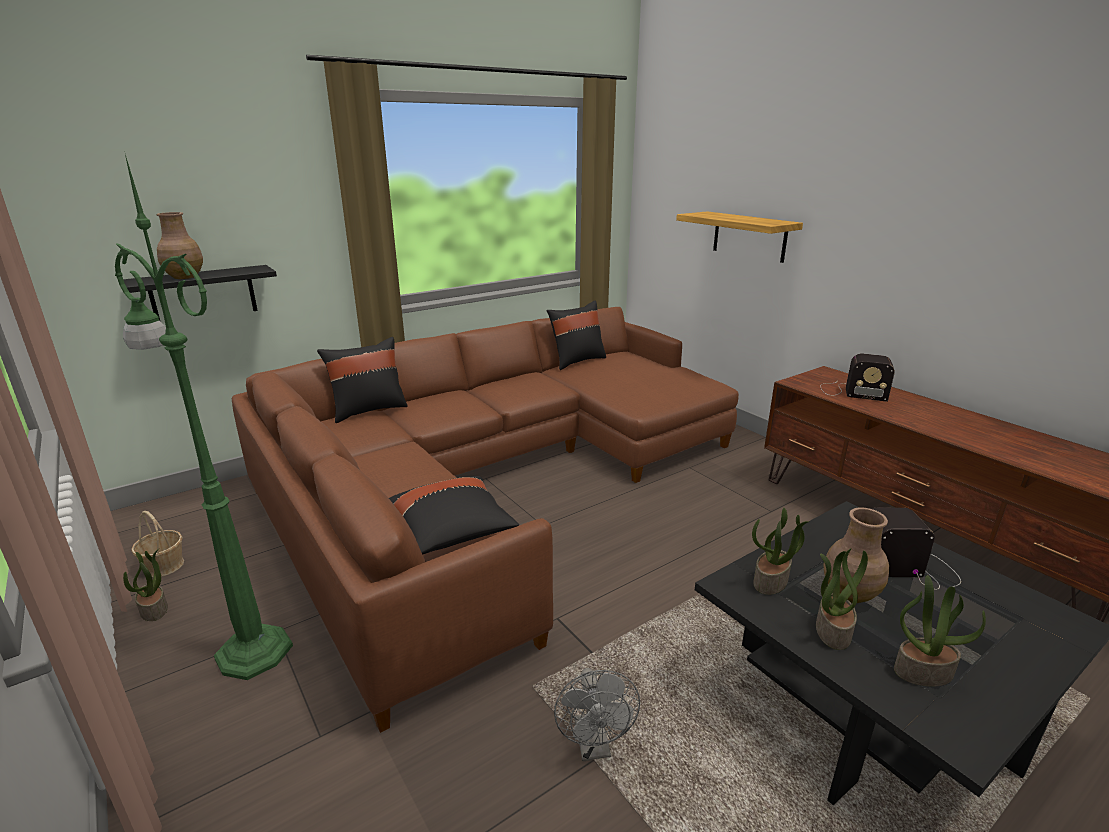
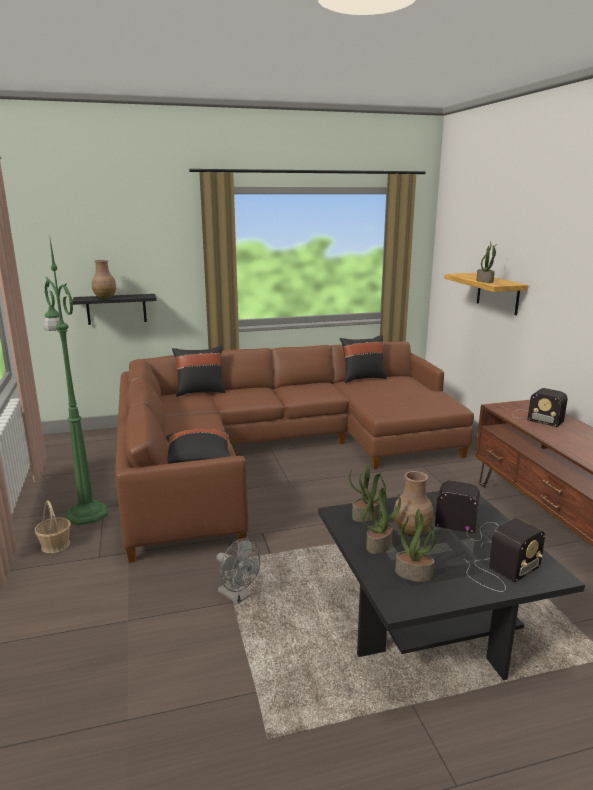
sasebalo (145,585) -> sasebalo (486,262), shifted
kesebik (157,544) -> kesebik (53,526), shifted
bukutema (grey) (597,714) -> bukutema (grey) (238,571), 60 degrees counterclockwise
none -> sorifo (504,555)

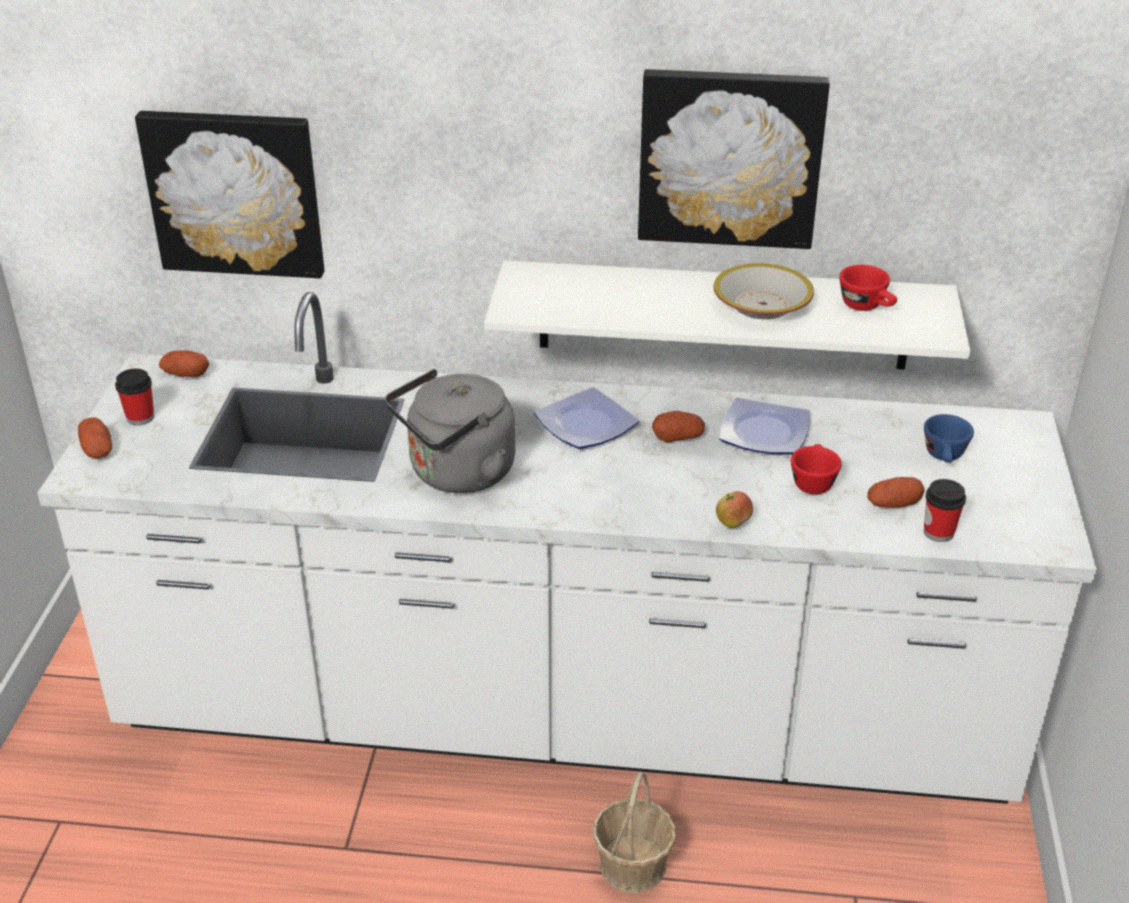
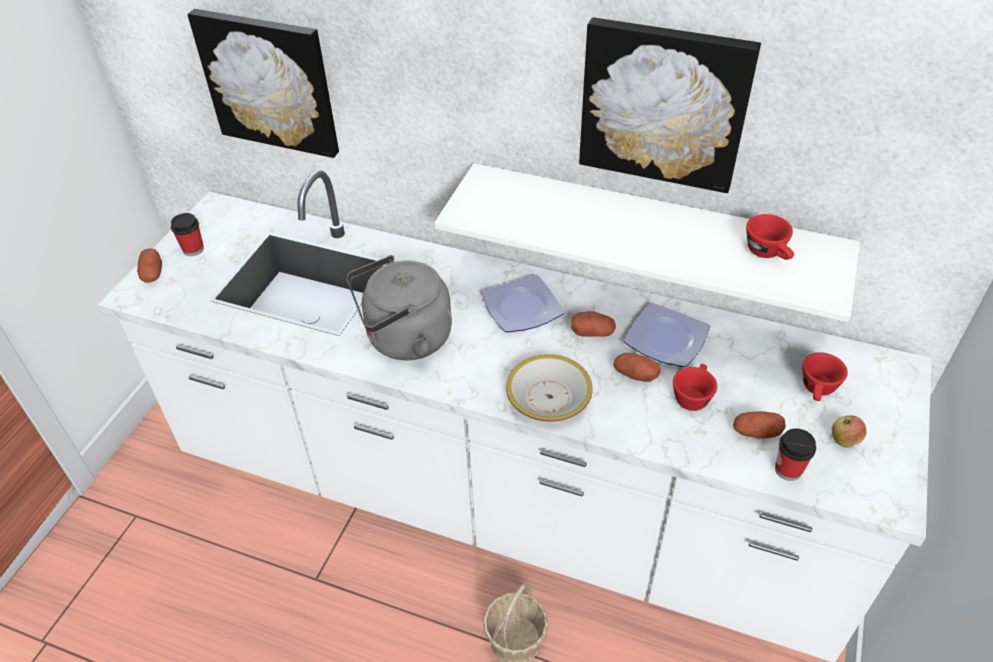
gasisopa (184,363) -> gasisopa (637,367), shifted
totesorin (763,291) -> totesorin (549,388), shifted
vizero (734,509) -> vizero (849,431), shifted
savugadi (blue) (949,438) -> savugadi (red) (825,376)

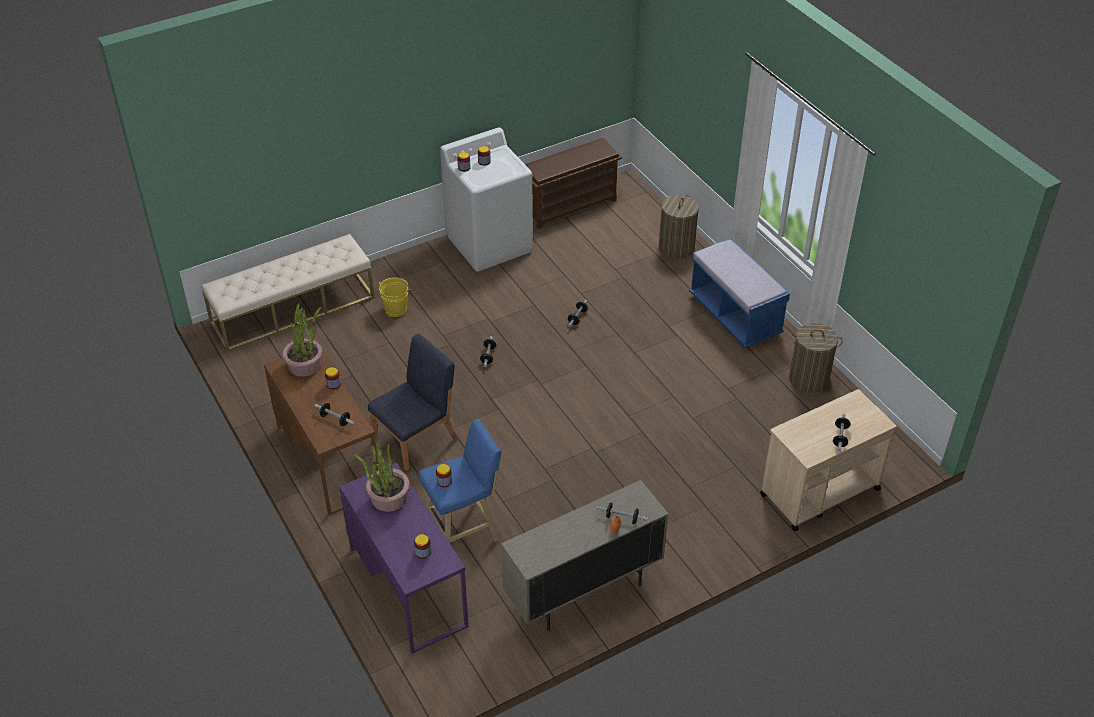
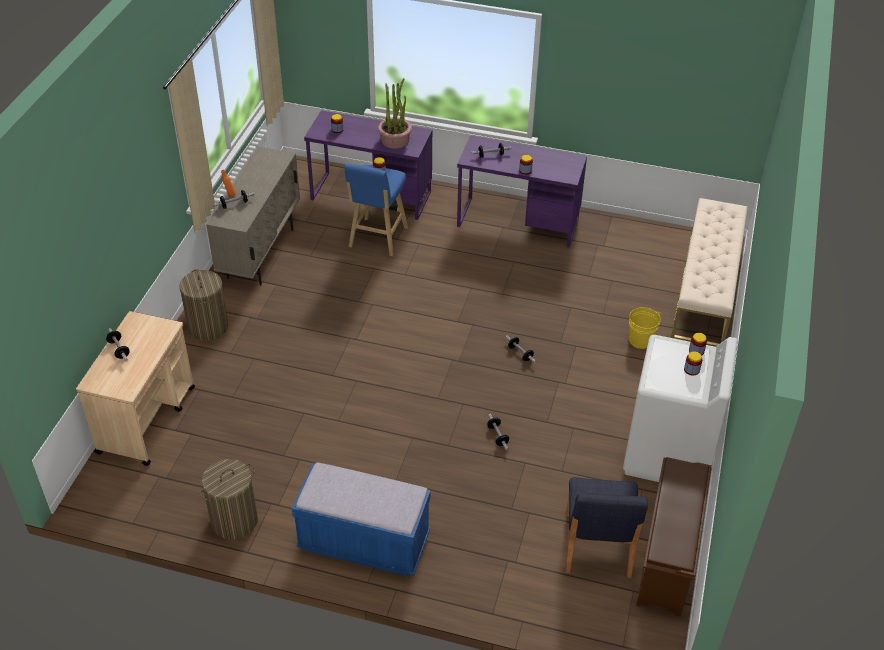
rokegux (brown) (321,433) -> rokegux (purple) (522,191)
sasebalo (302,340) -> none
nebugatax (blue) (413,402) -> nebugatax (blue) (607,527), shifted
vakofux (679,227) -> vakofux (203,305), shifted

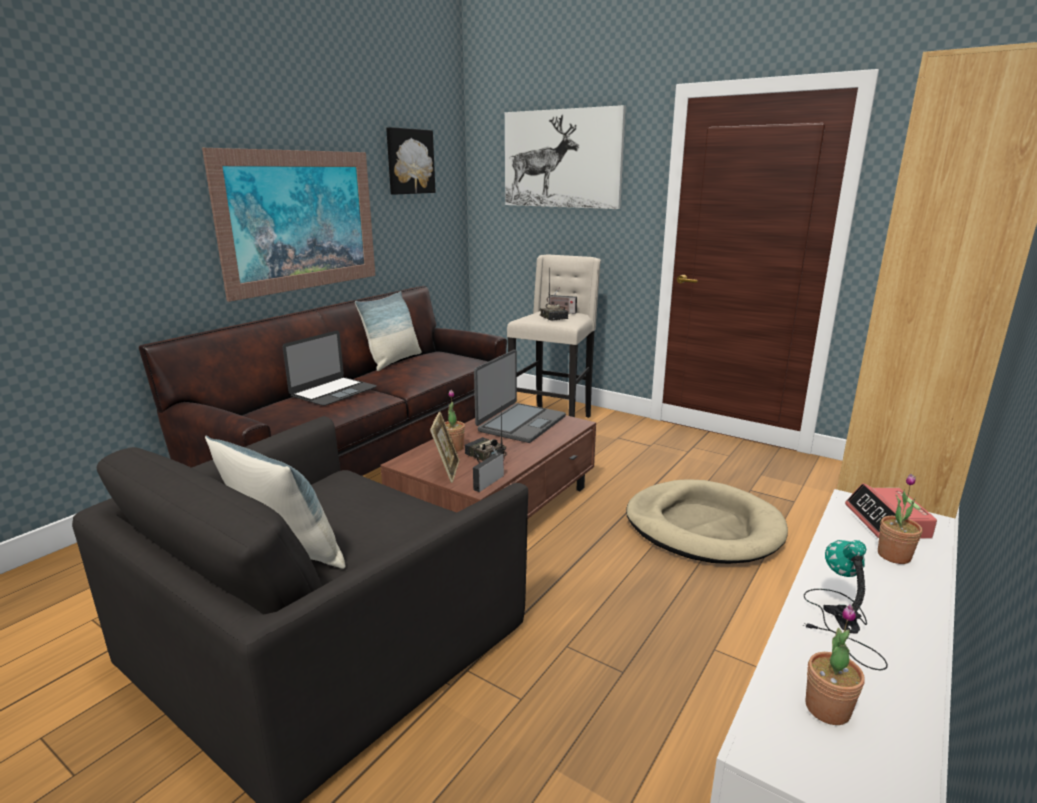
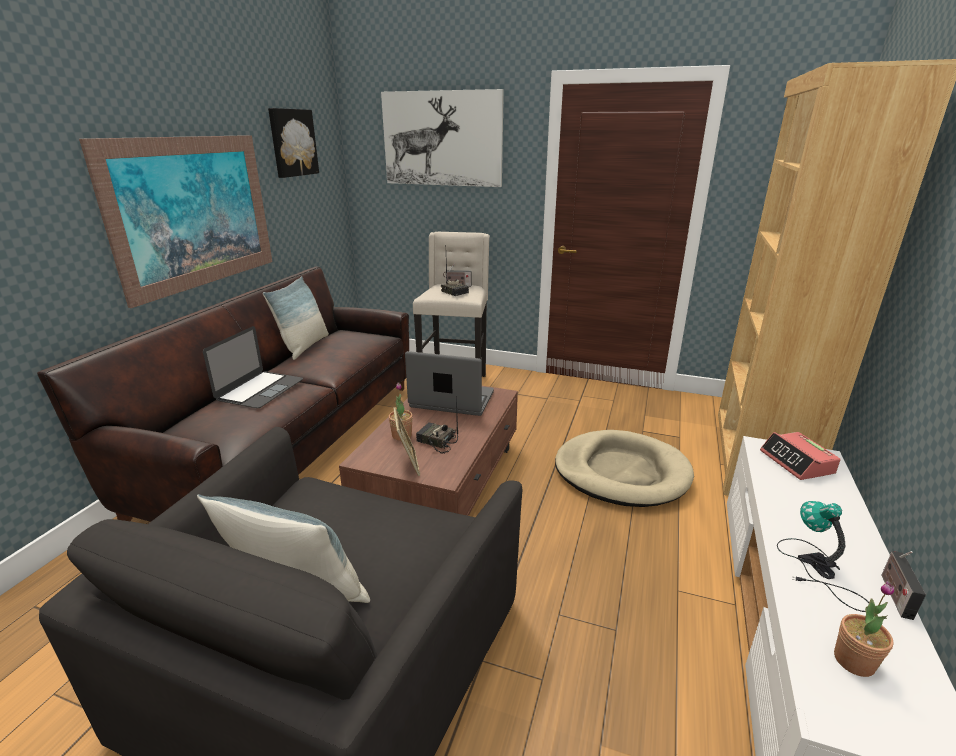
sorifo (488,469) -> sorifo (904,585), shifted
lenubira (520,396) -> lenubira (449,383), 90 degrees counterclockwise
sasebalo (900,519) -> none

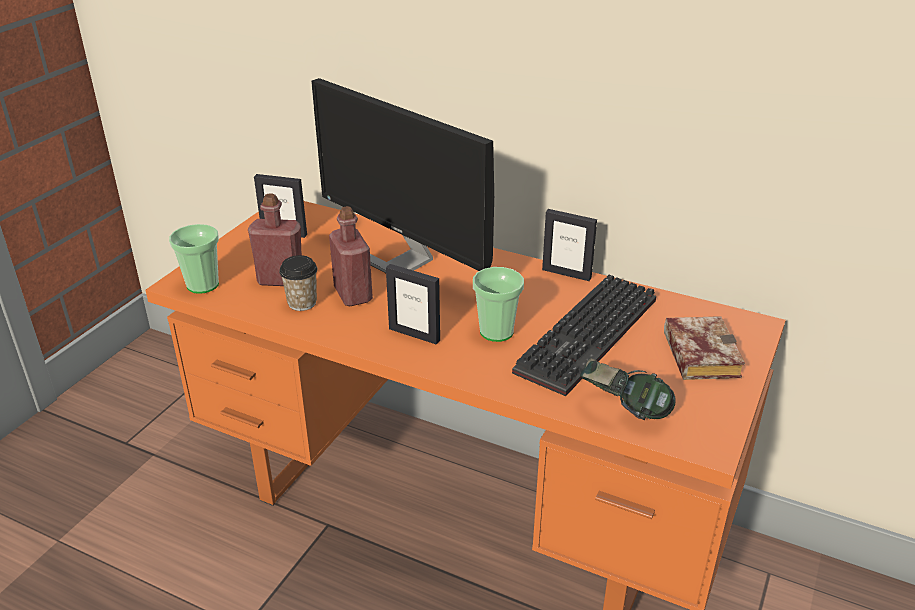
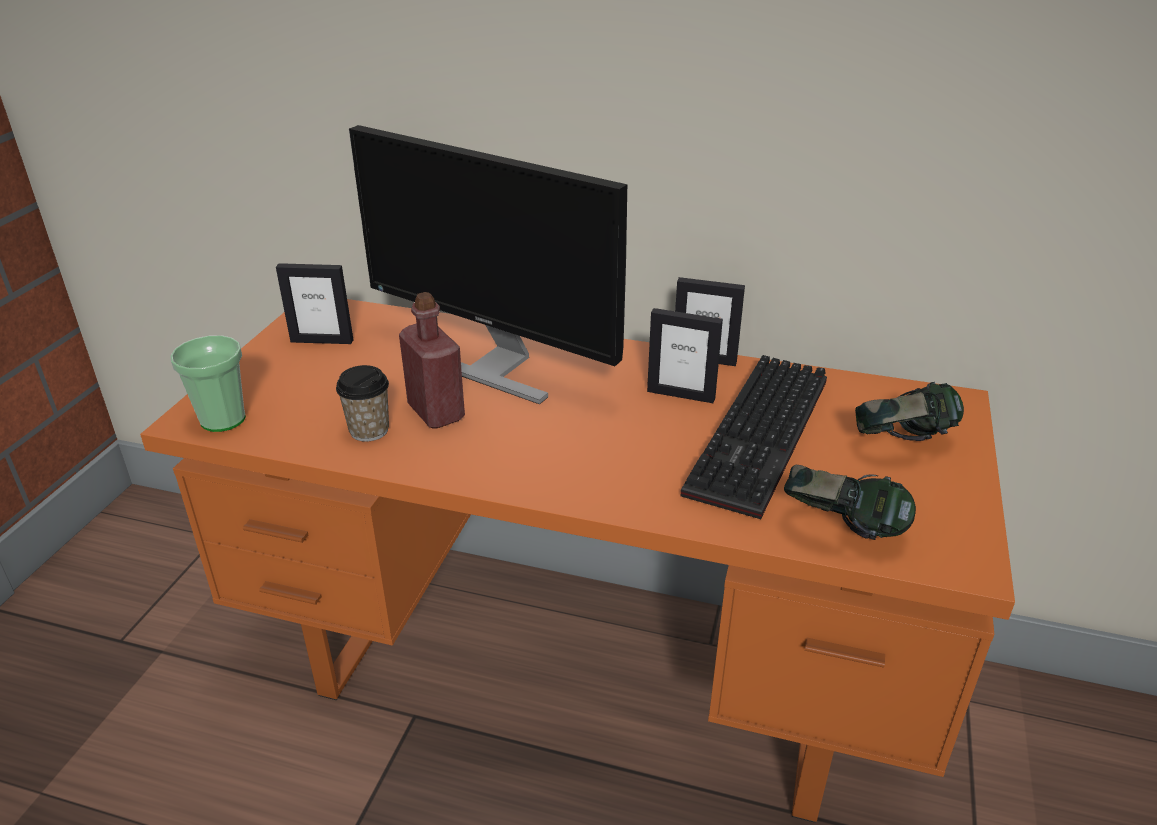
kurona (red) (275,240) -> none
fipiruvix (413,304) -> fipiruvix (685,355), shifted
savugadi (498,304) -> none
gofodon (704,348) -> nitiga (909,411)

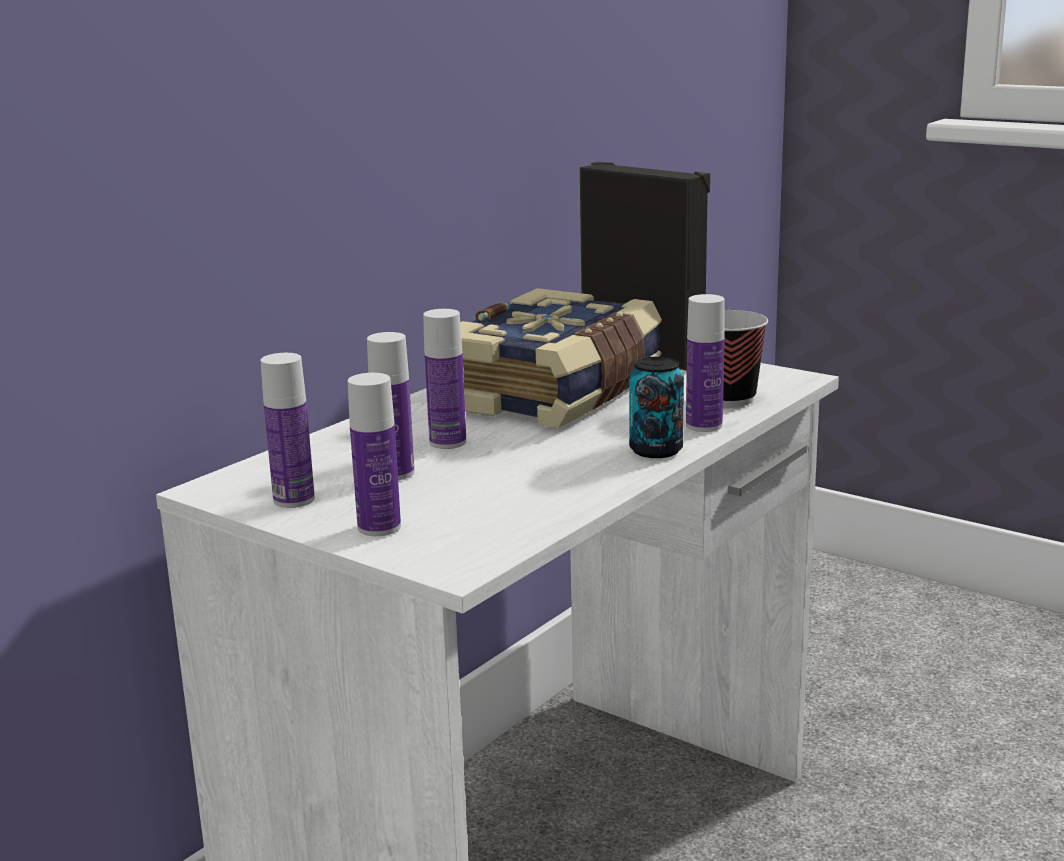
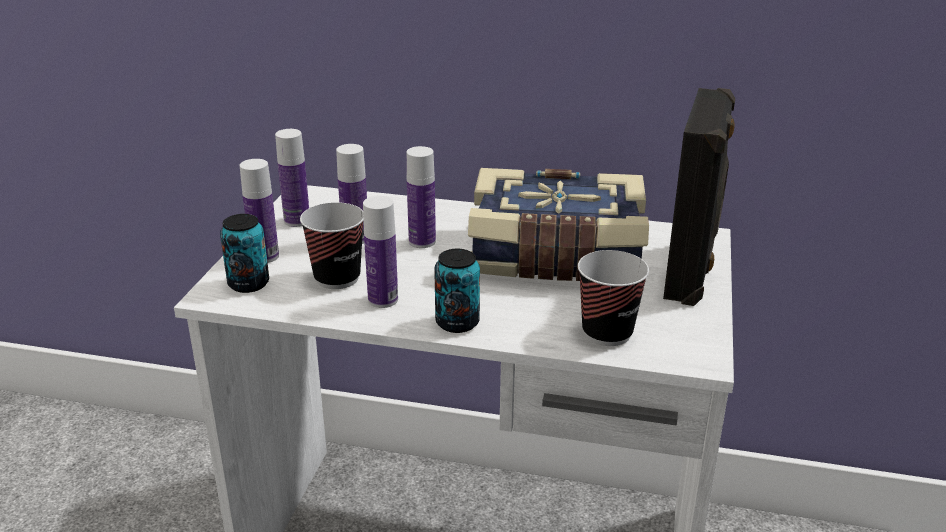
kurona (705,363) -> kurona (380,252), shifted
none -> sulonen (244,253)
none -> savugadi (331,245)

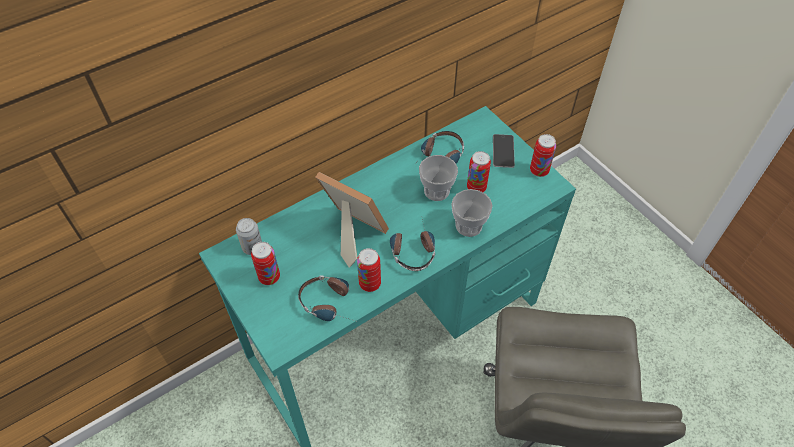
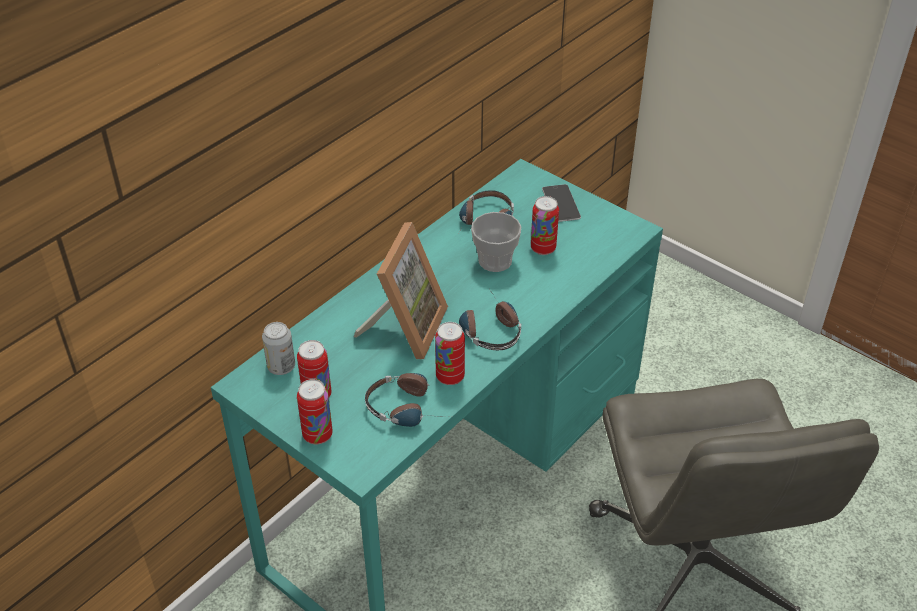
fipiruvix (352,219) -> fipiruvix (401,290), 90 degrees clockwise
savugadi (472,213) -> none
sulonen (543,155) -> sulonen (315,411), shifted

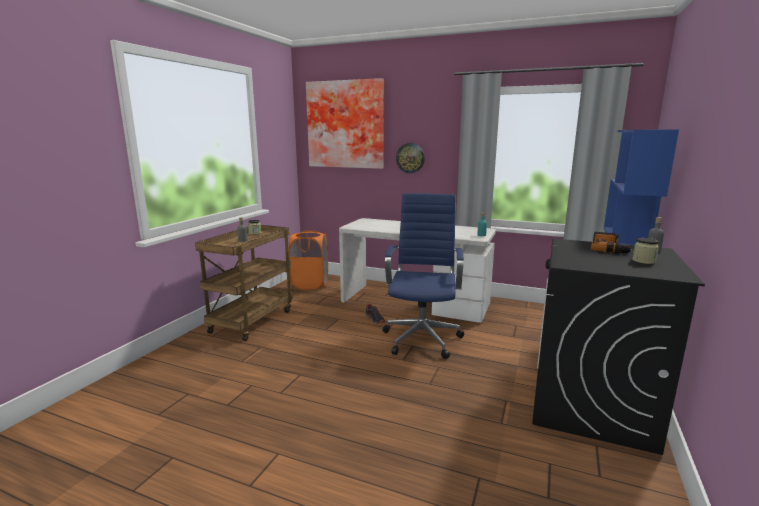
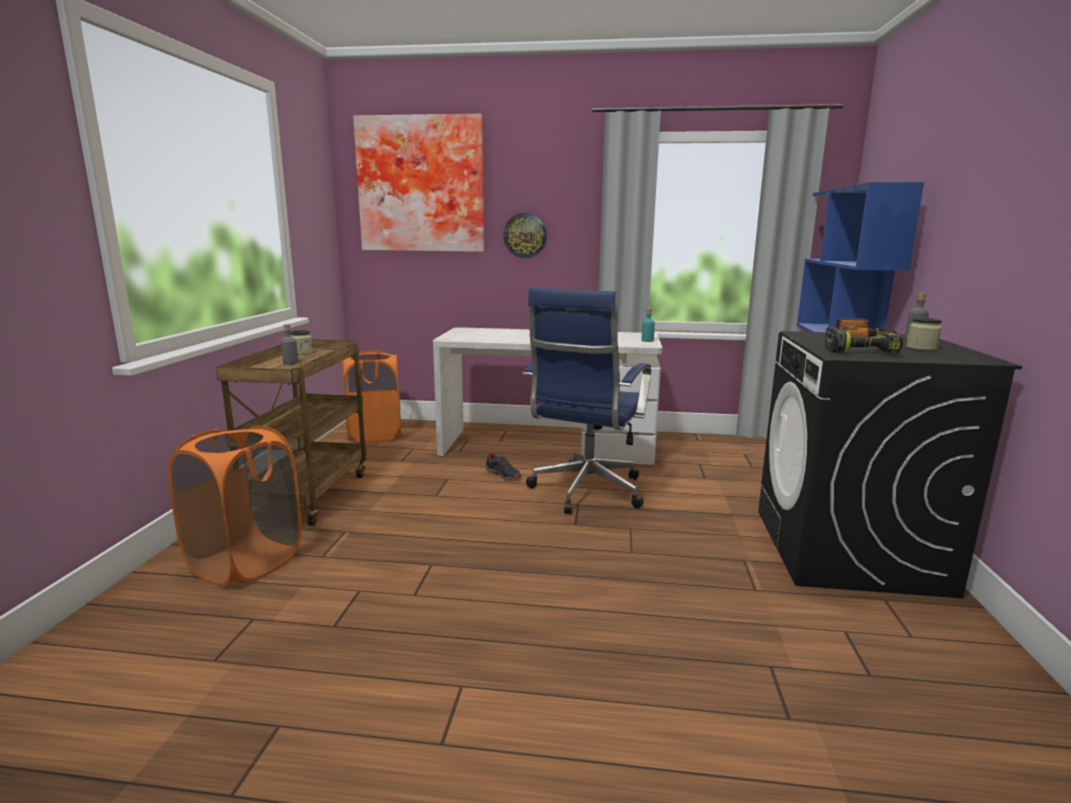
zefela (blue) (423,276) -> zefela (blue) (587,400), 150 degrees counterclockwise
none -> vakofux (orange) (235,506)
none -> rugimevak (863,340)

